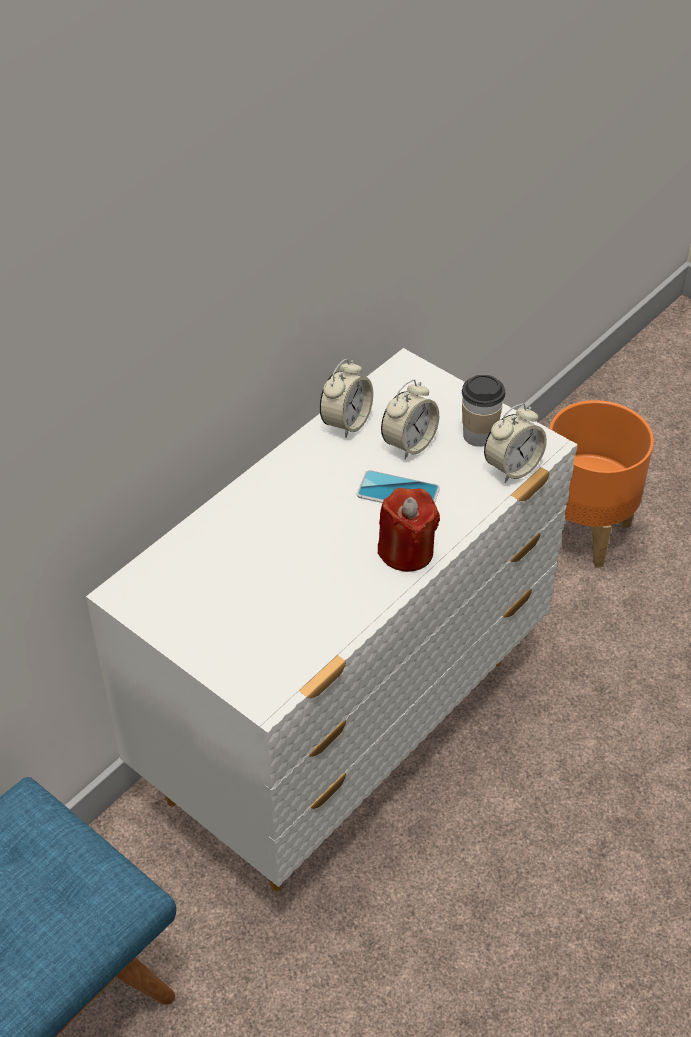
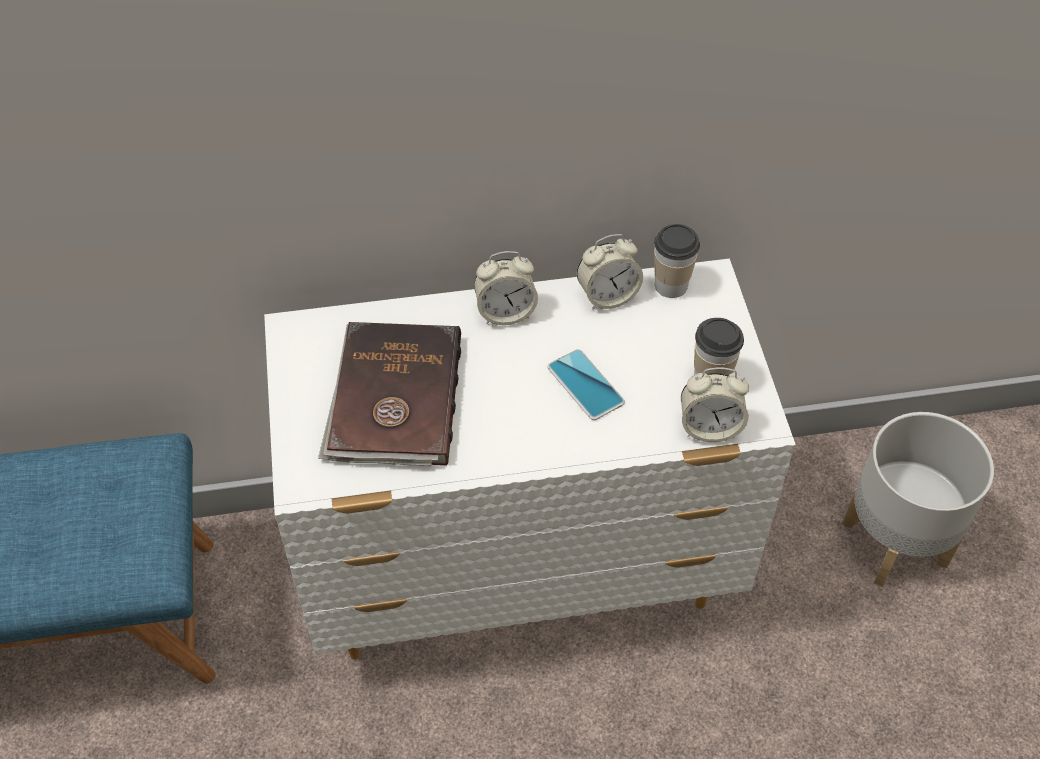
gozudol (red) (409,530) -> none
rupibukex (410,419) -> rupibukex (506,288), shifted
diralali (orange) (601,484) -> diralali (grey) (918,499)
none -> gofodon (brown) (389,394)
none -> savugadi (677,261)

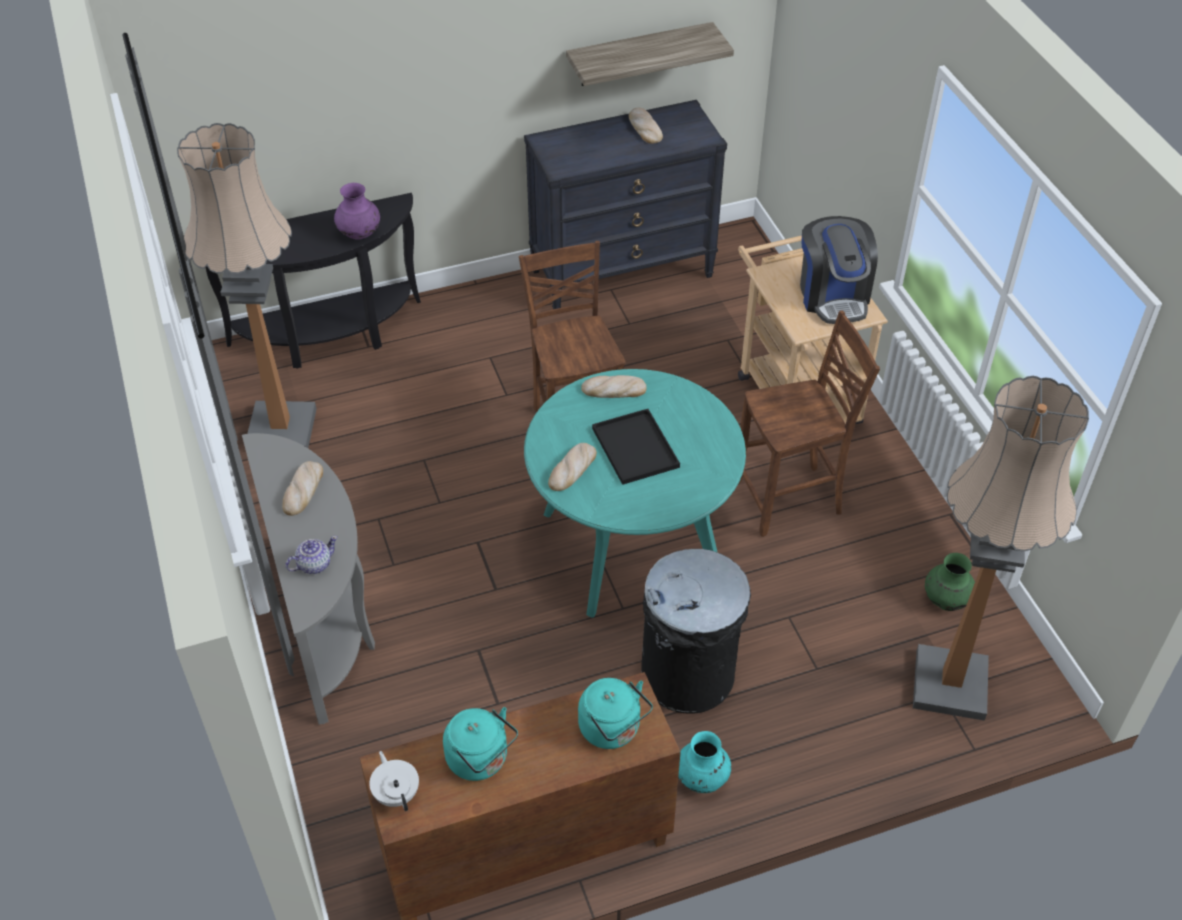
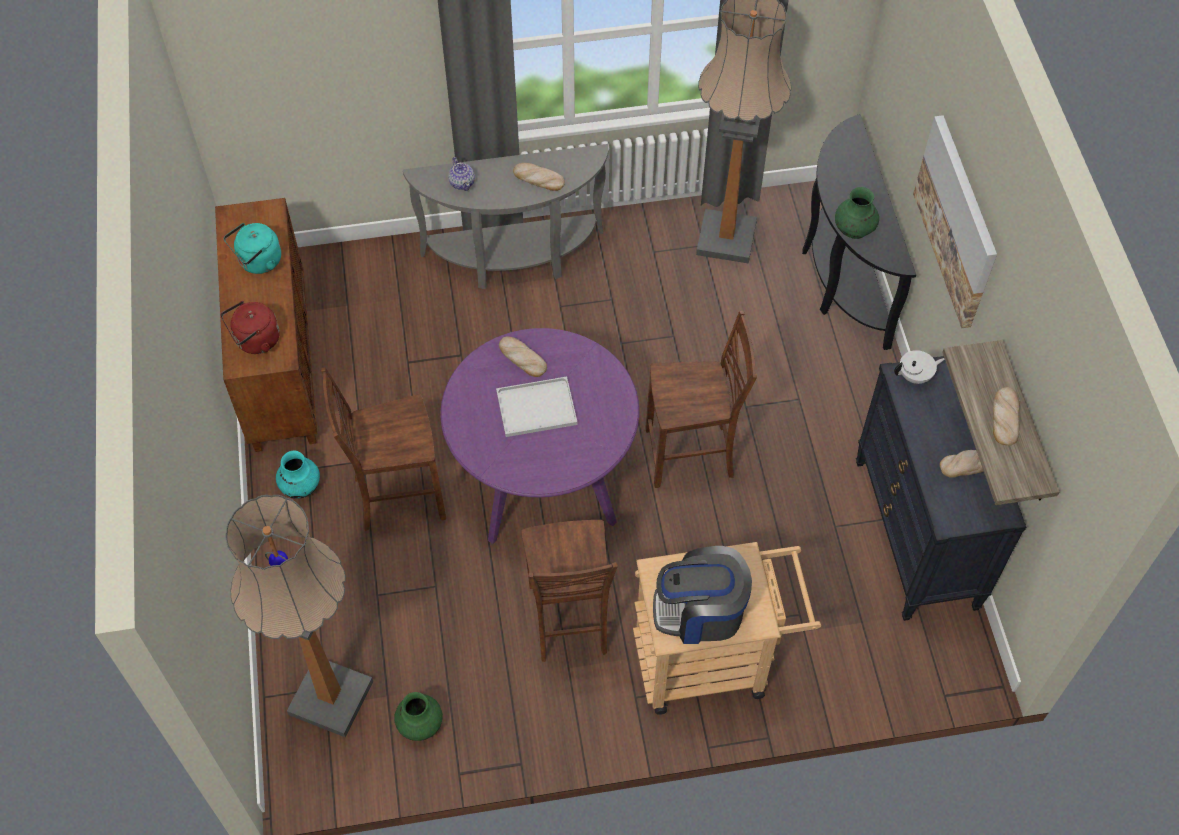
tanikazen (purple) (357,211) -> tanikazen (green) (857,213)
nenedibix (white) (394,781) -> nenedibix (white) (919,367), shifted
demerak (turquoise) (635,493) -> demerak (purple) (539,436)
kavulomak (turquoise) (615,713) -> kavulomak (red) (250,327)
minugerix (614,386) -> minugerix (1006,416), shifted
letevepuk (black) (636,447) -> letevepuk (white) (537,407)
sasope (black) (696,631) -> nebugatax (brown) (383,449)
none -> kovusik (955,221)

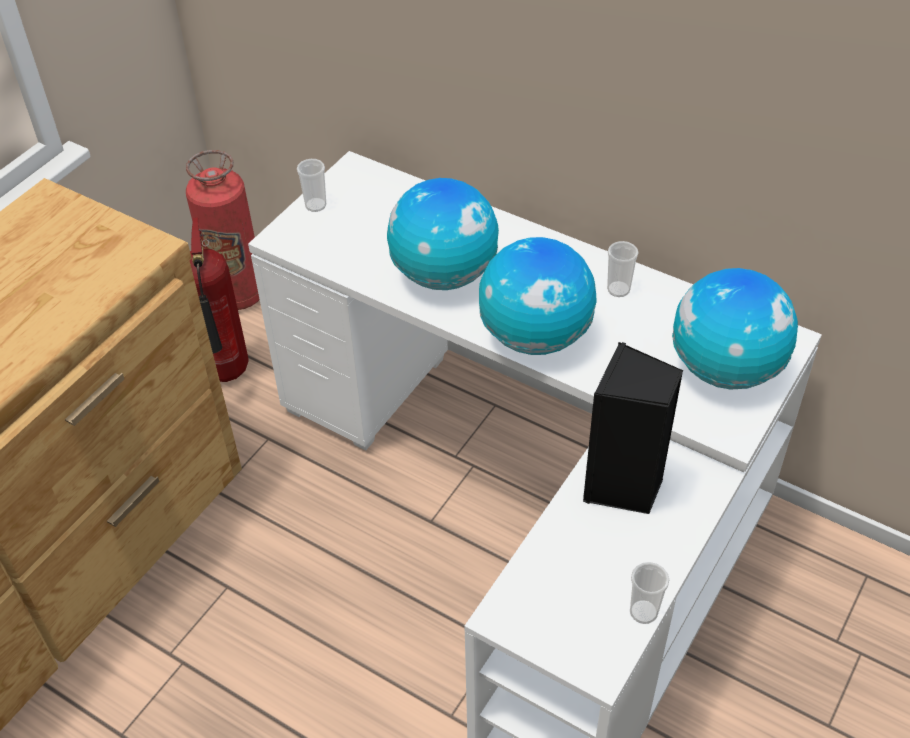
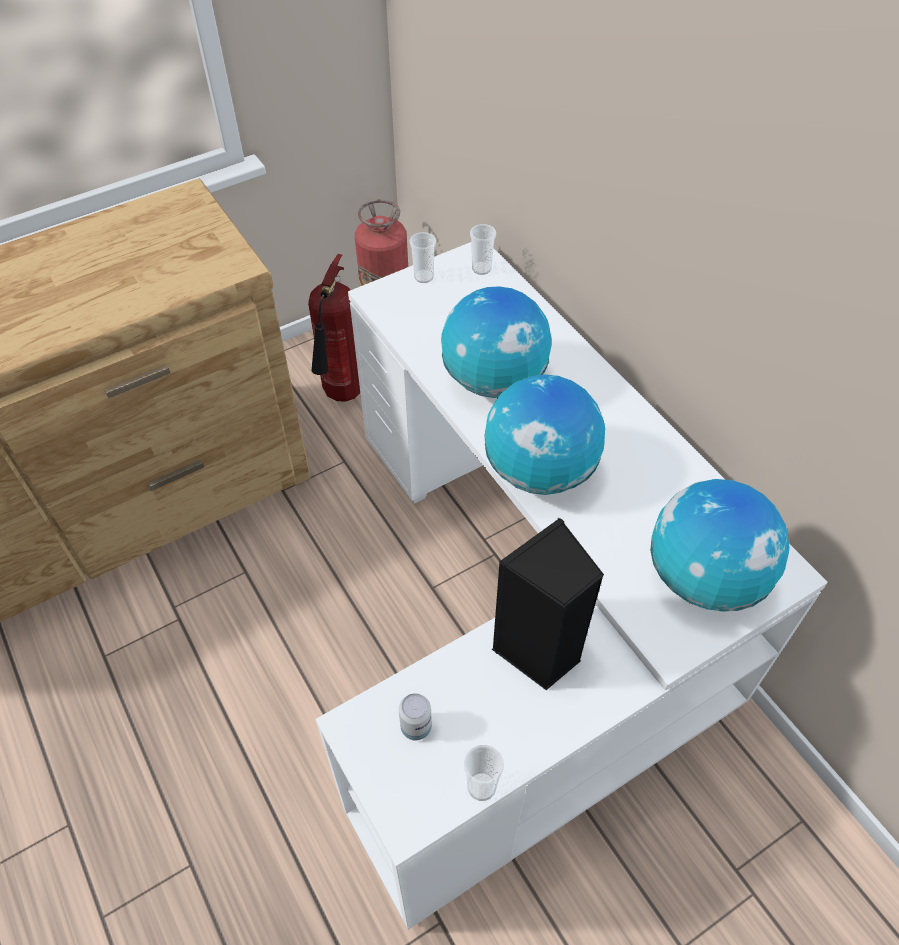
savugadi (623,269) -> savugadi (483,249), shifted
none -> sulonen (415,716)

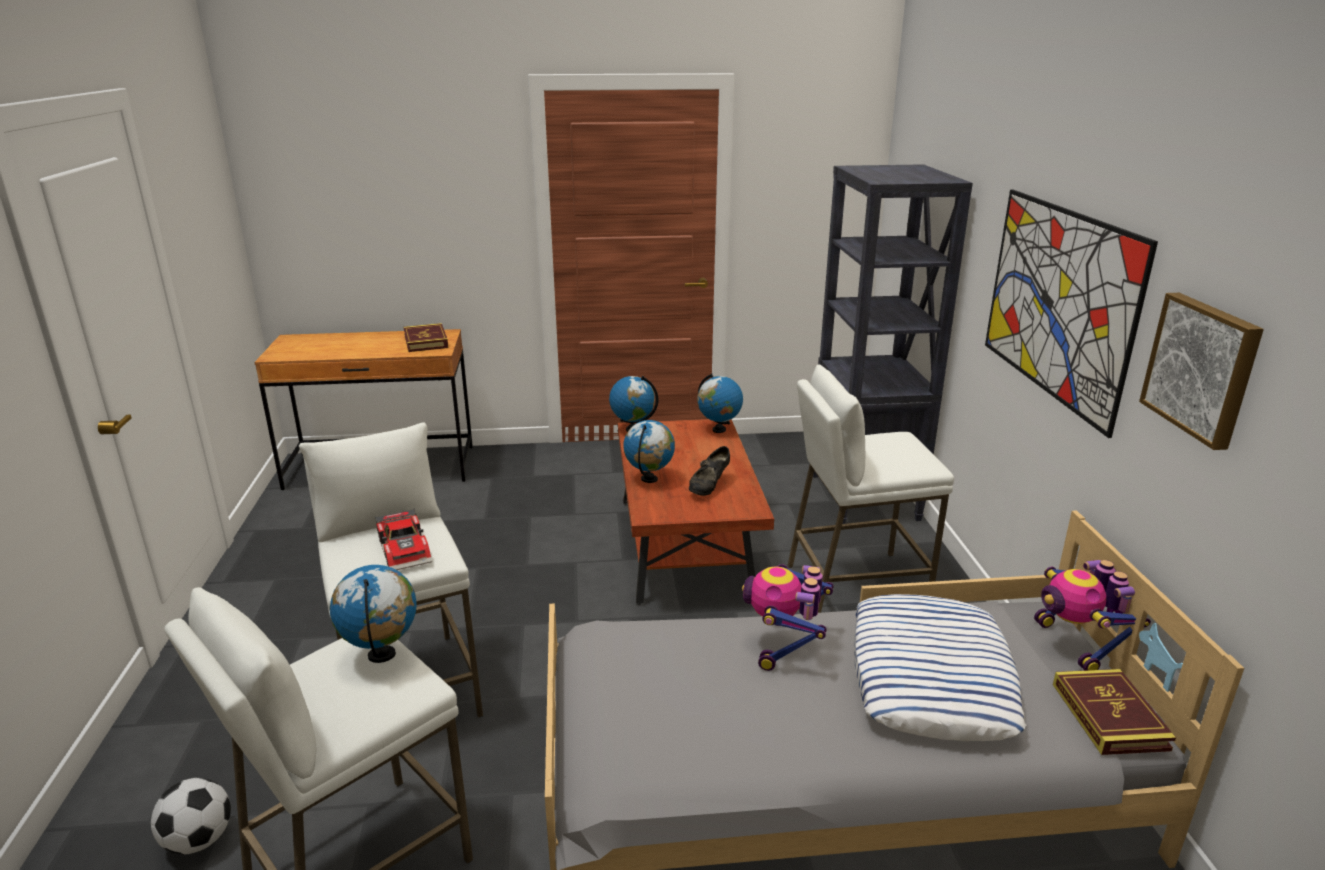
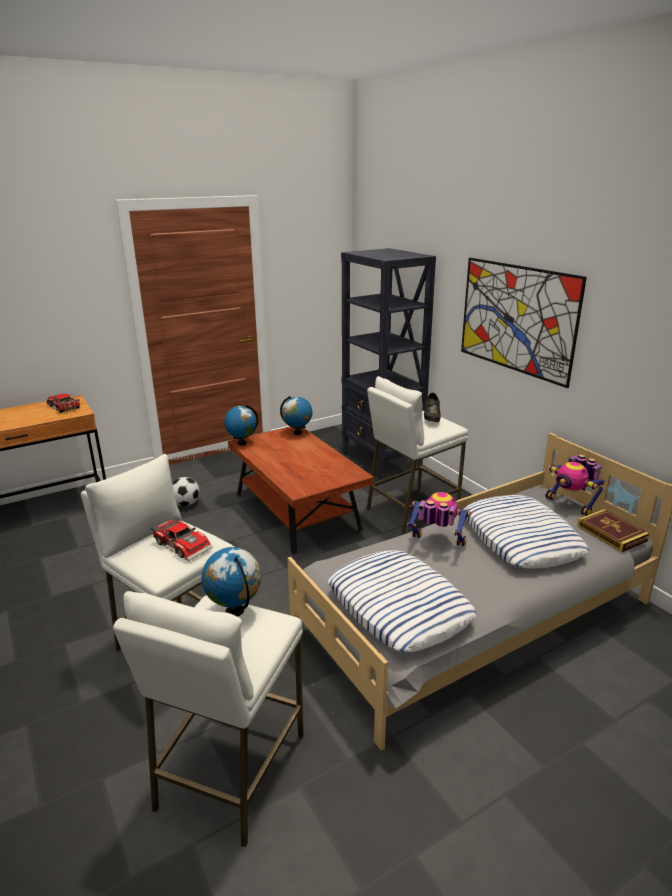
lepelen (191,816) -> lepelen (186,491), shifted
gofodon (426,337) -> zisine (63,403)
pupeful (649,451) -> none
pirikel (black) (709,471) -> pirikel (black) (432,407), shifted
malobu (788,617) -> malobu (439,519), 120 degrees clockwise
kovusik (1201,371) -> none
none -> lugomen (402,601)

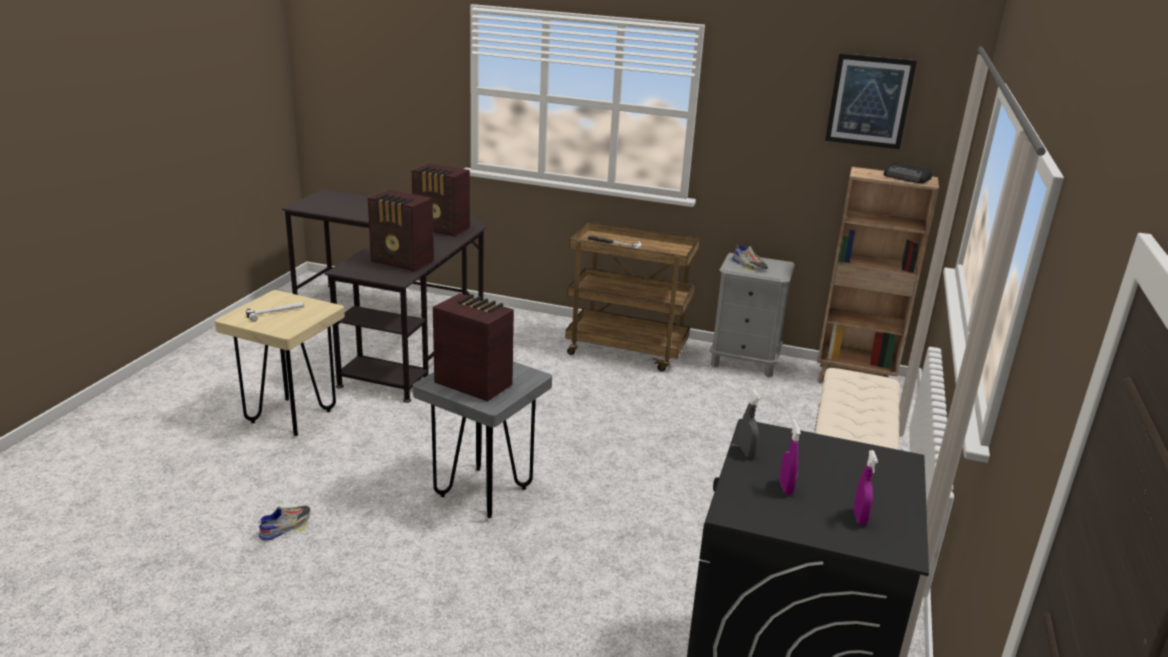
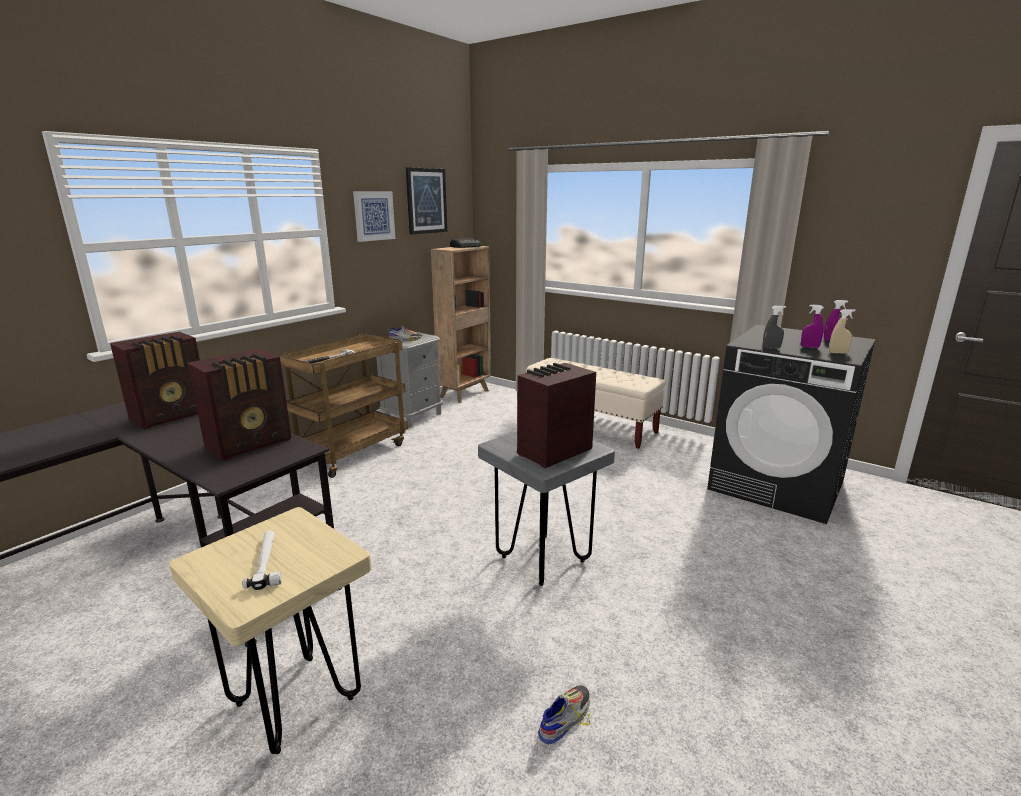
pirikel (285,523) -> pirikel (564,715), 75 degrees clockwise
none -> kovusik (374,216)
none -> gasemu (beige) (842,331)

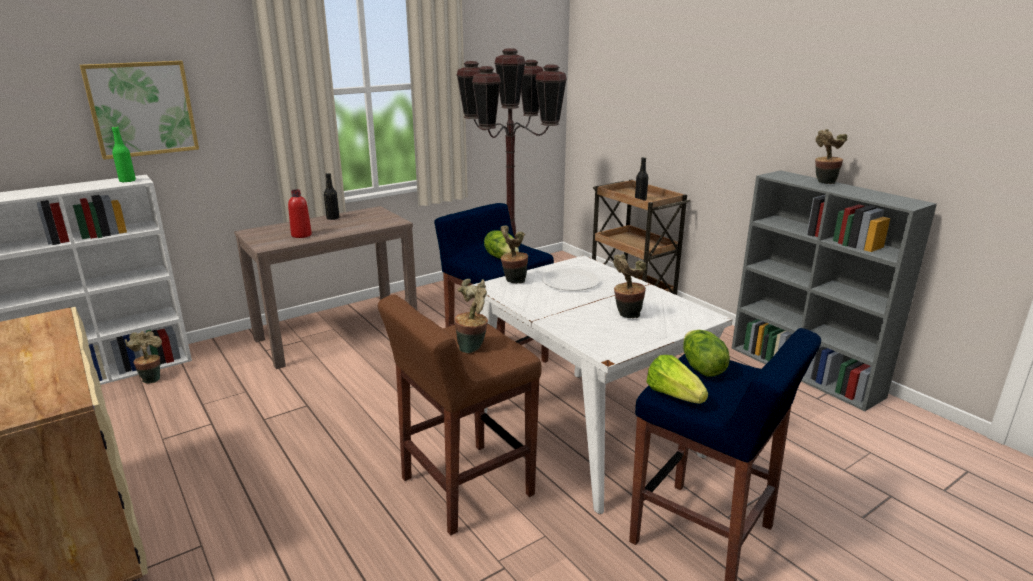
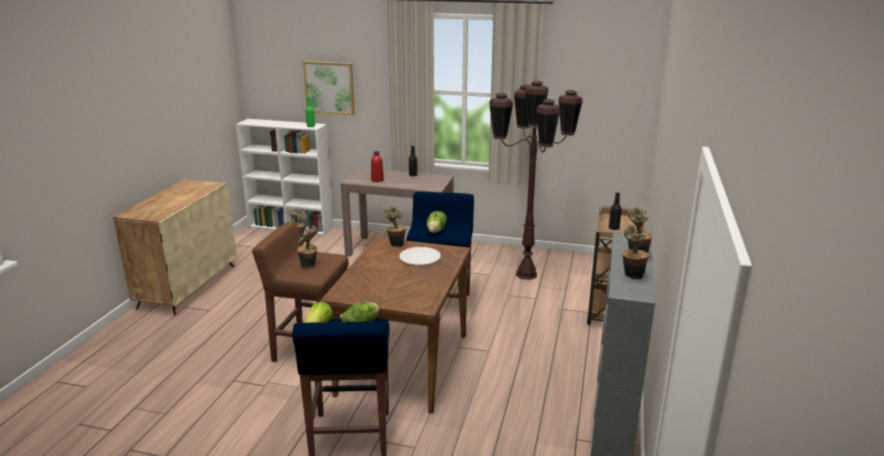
demerak (white) (602,385) -> demerak (brown) (395,325)
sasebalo (629,286) -> sasebalo (635,252), shifted

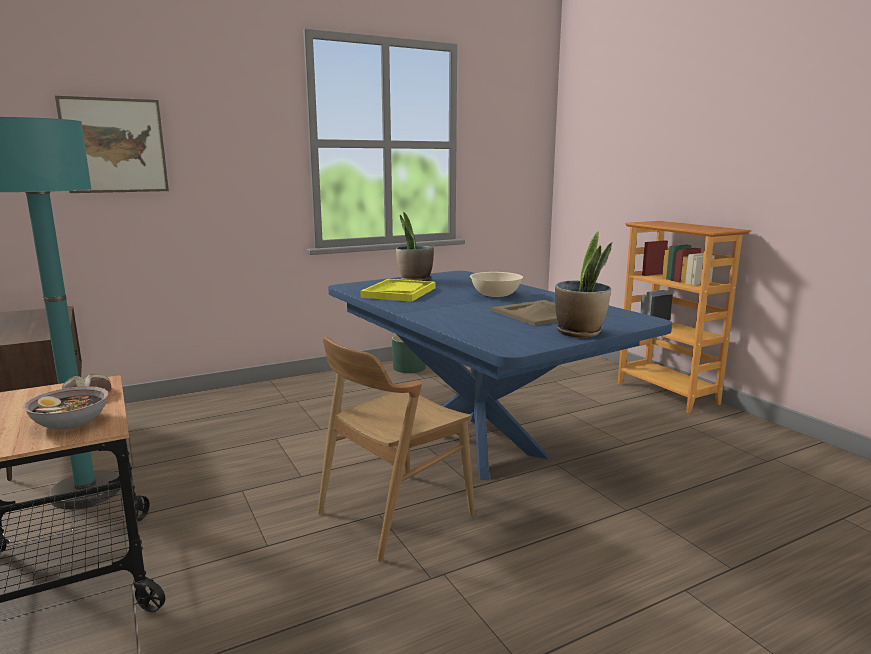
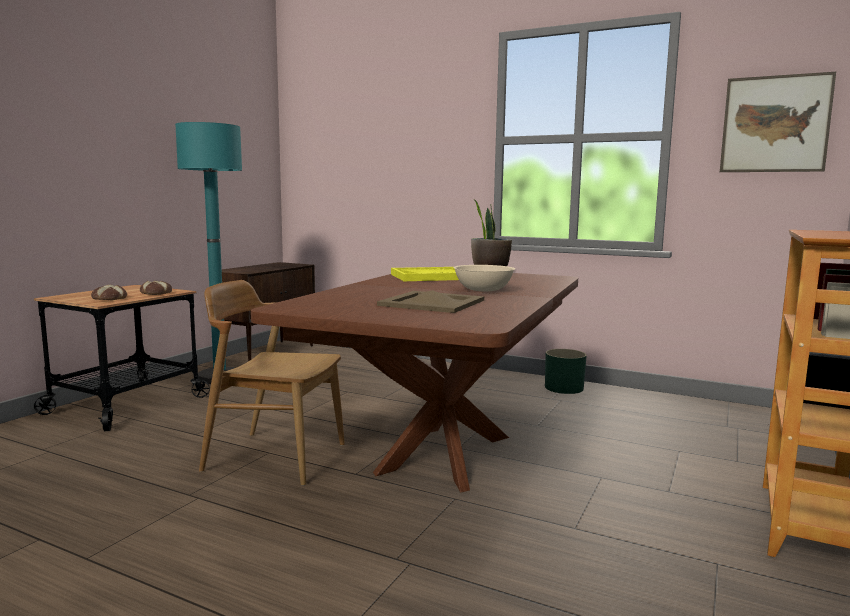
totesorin (65,407) -> minugerix (109,292)
kovusik (112,144) -> kovusik (778,122), shifted
demerak (blue) (500,375) -> demerak (brown) (414,382)
sasebalo (583,284) -> none

